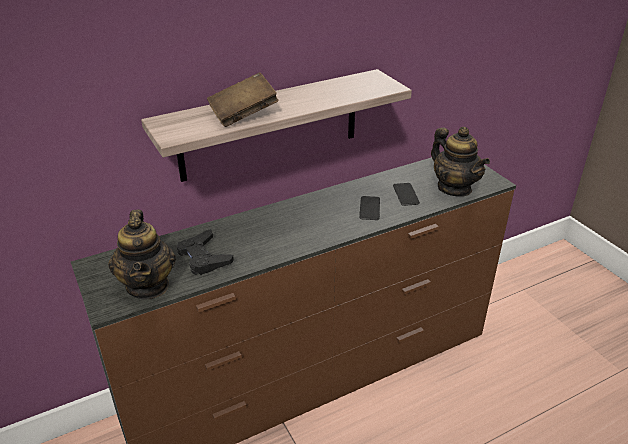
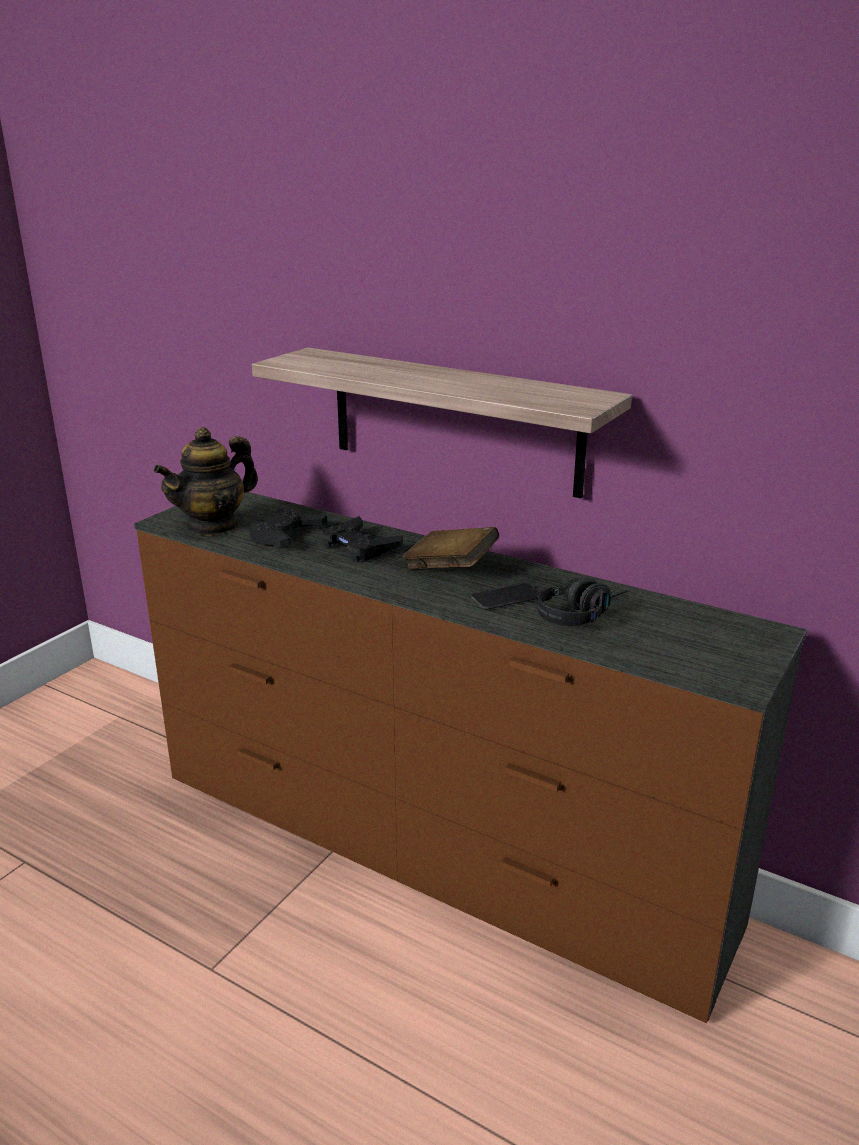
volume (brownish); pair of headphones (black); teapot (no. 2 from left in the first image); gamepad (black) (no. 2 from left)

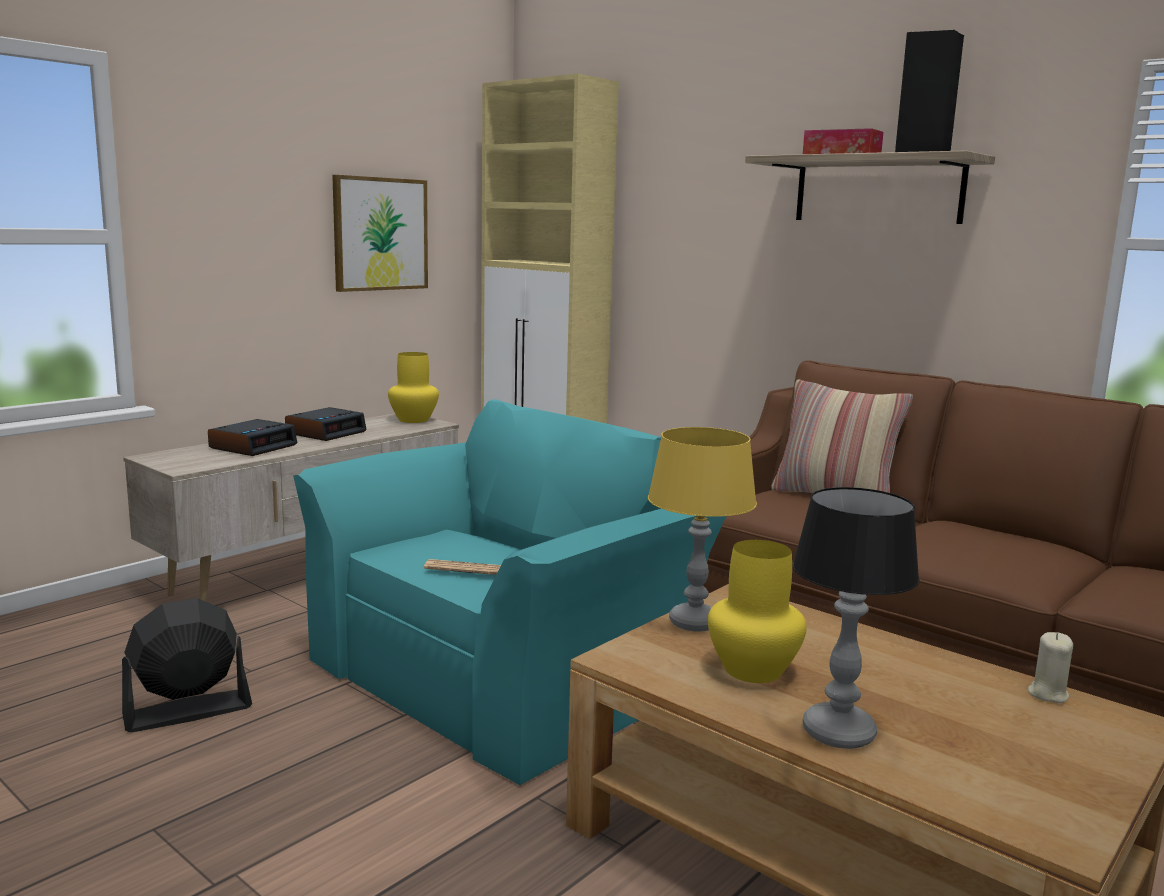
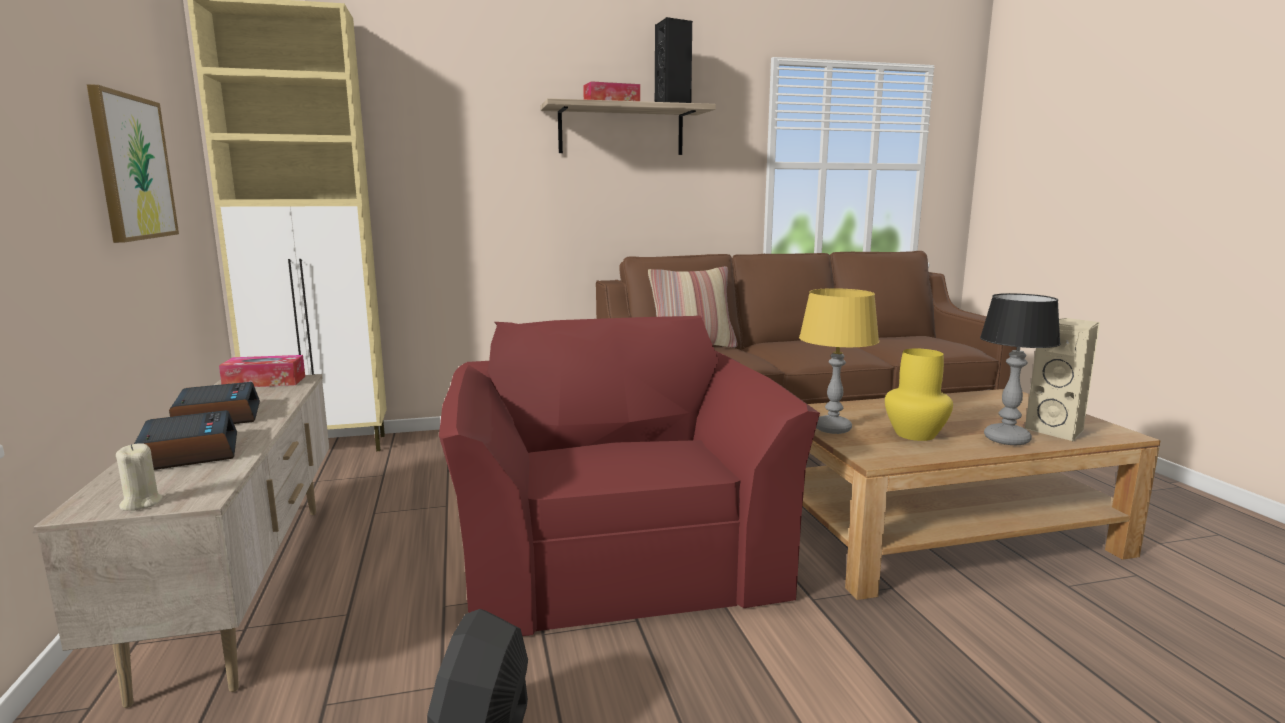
armchair (red-coloured); tissue box (no. 1 from left); printed paper; wax candle (beige); speaker (beige)

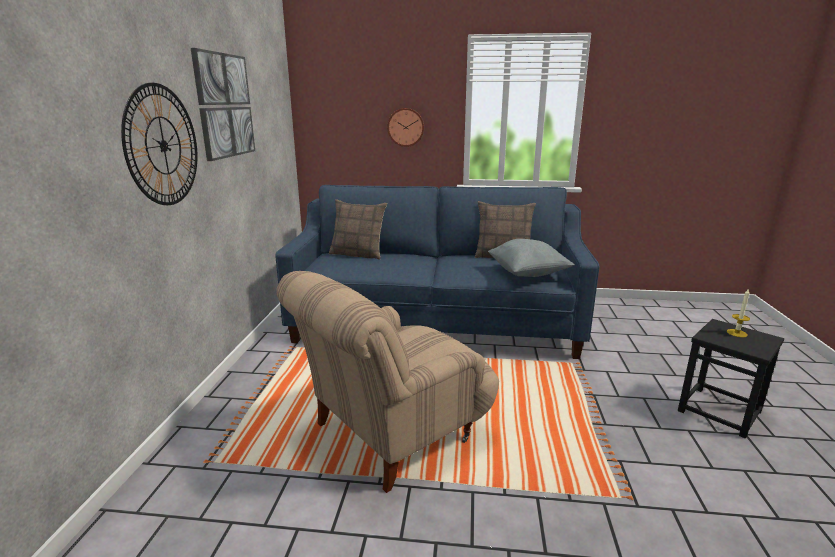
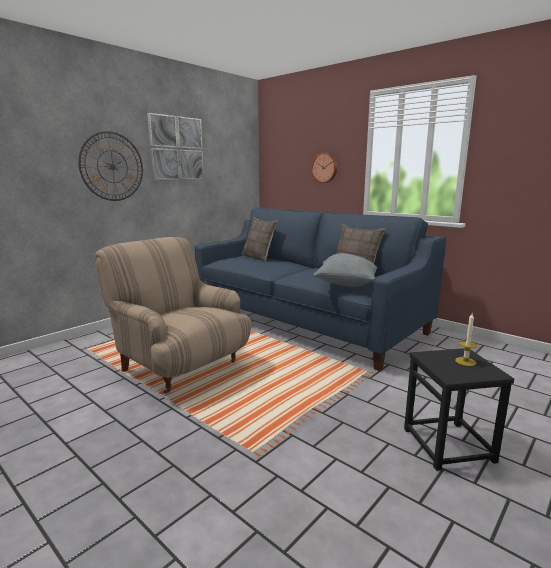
armchair (beige)

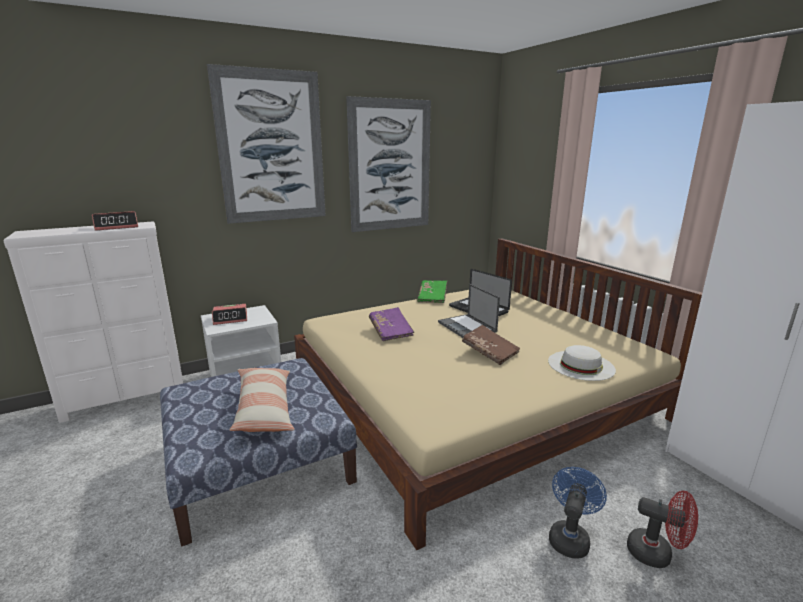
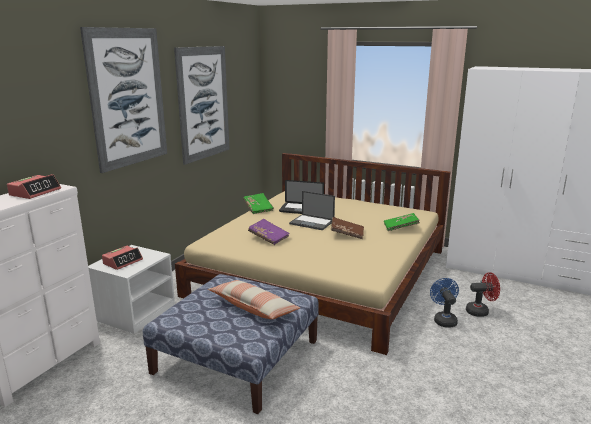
volume (green) (no. 2 from left)

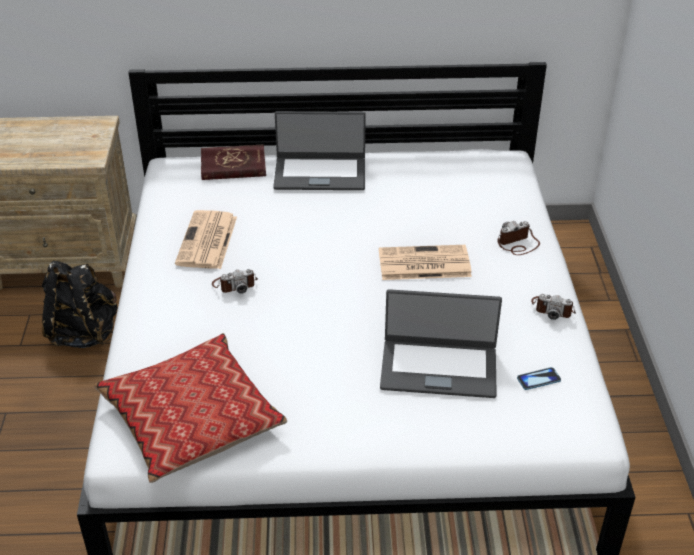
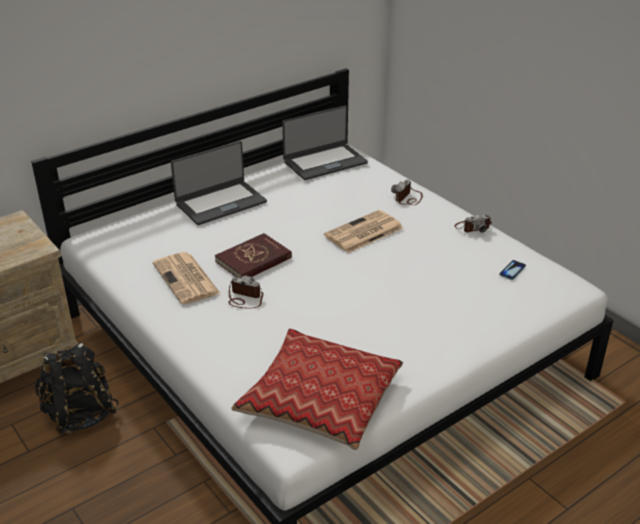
volume (red-coloured); still camera (no. 1 from left); notebook computer (no. 2 from left)

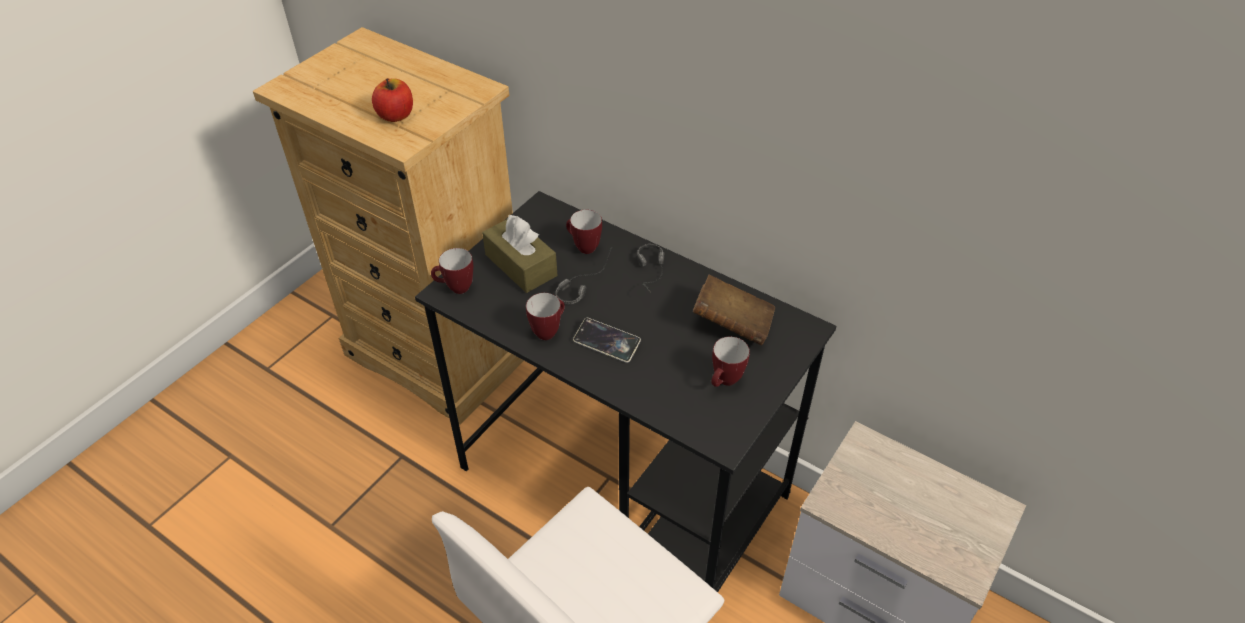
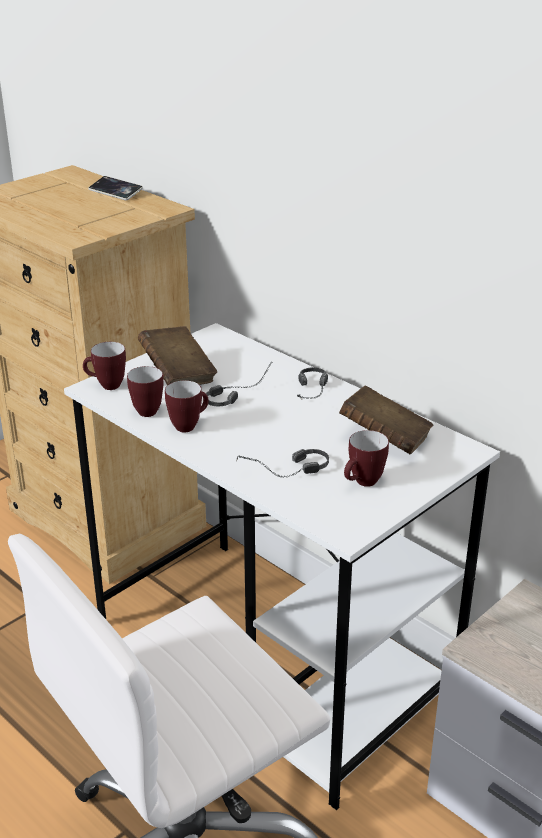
apple; desk unit (whitish); volume (brownish) (no. 1 from left); mug (no. 2 from left); telephone; pair of headphones (no. 2 from left)

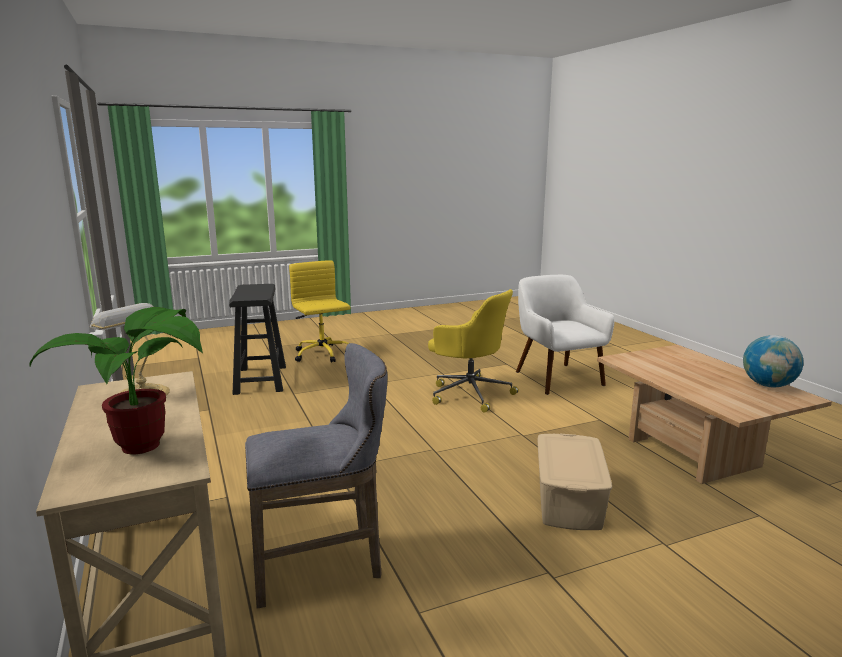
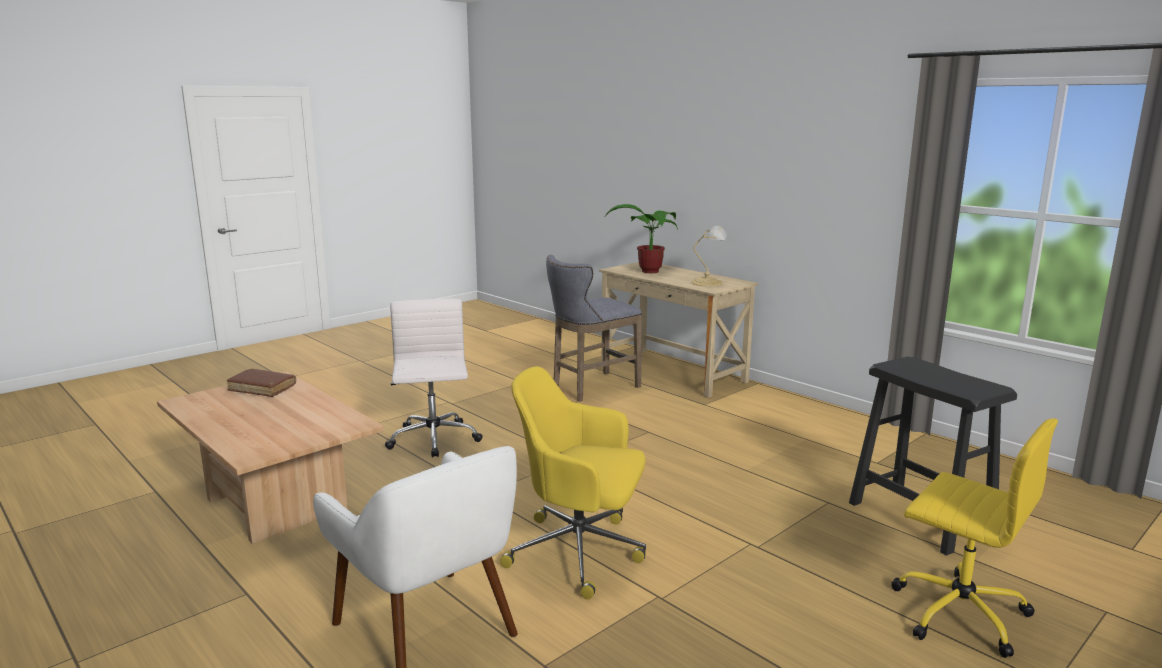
office chair (whitish); desk globe; volume (brownish)

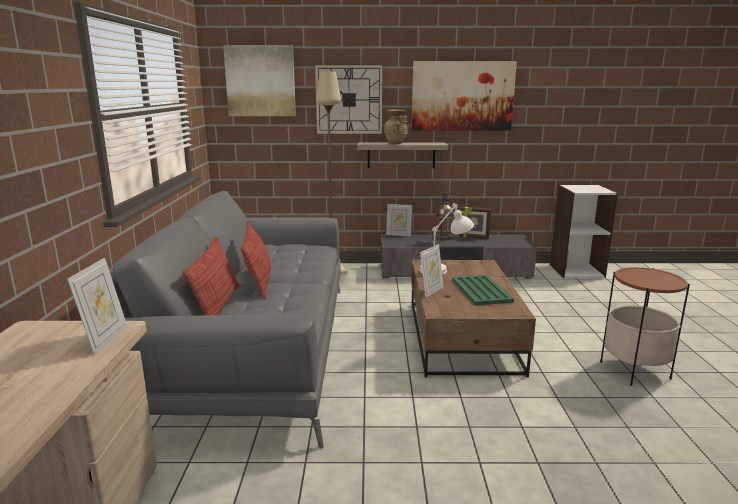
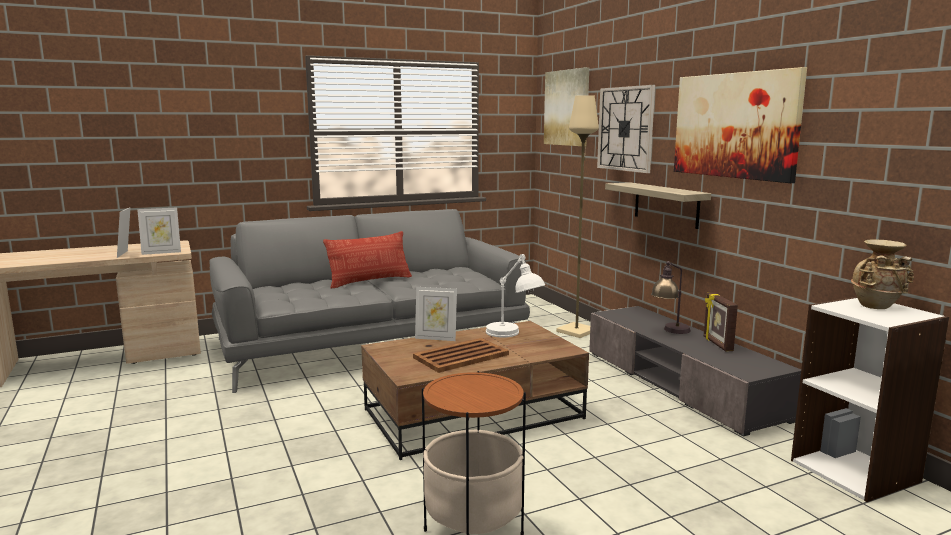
pillow (no. 1 from left in the first image); decorative vase (beige); picture frame (no. 1 from left); serving tray (brownish)

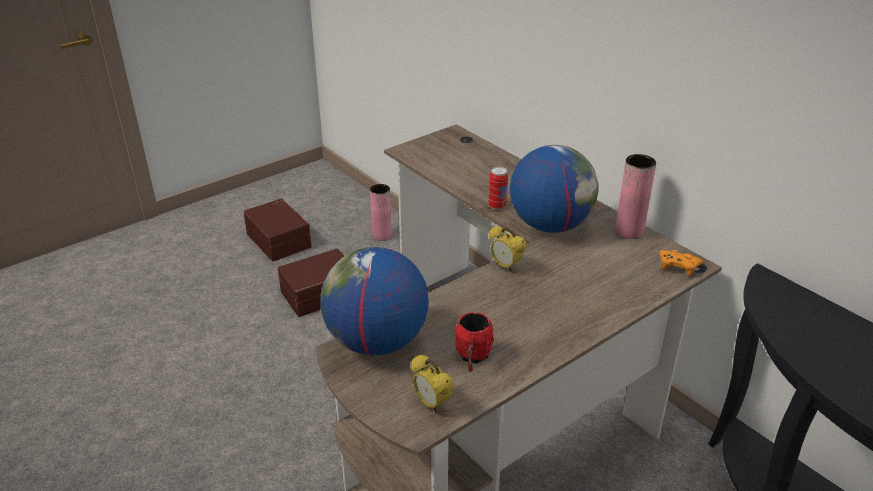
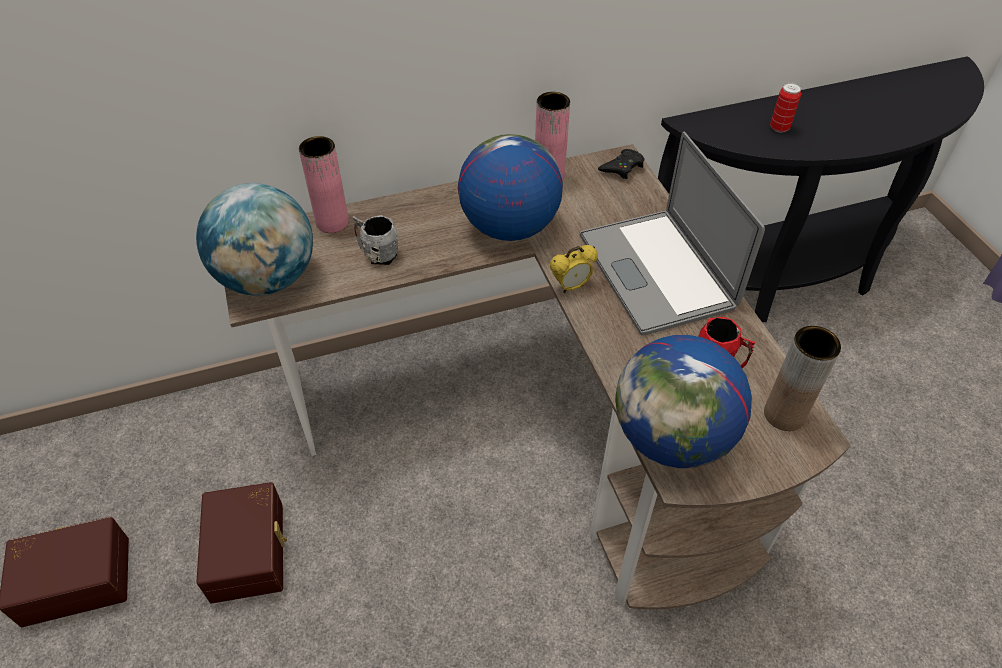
decorative vase (pink) (no. 1 from left); decorative vase (brownish); can; gamepad (black); desk globe (no. 1 from left); mug (grey); notebook computer

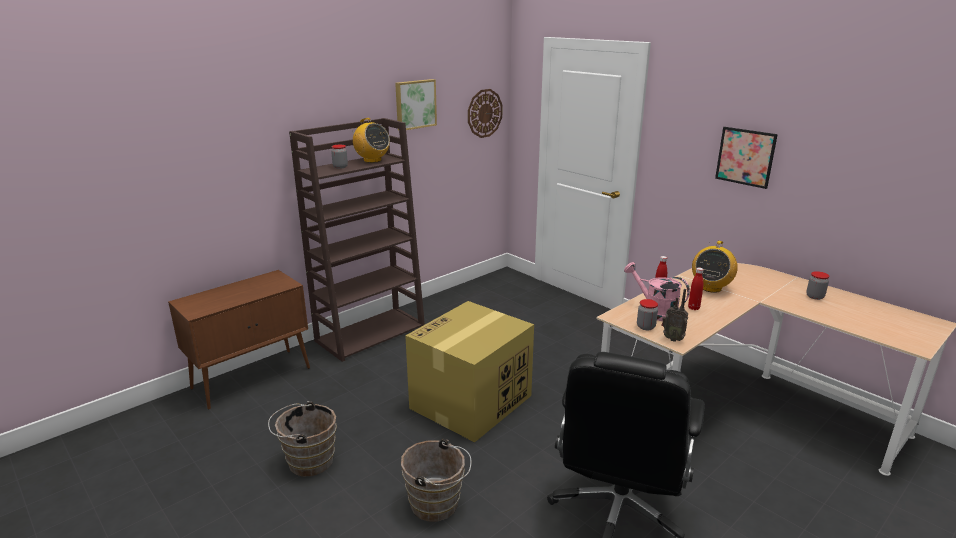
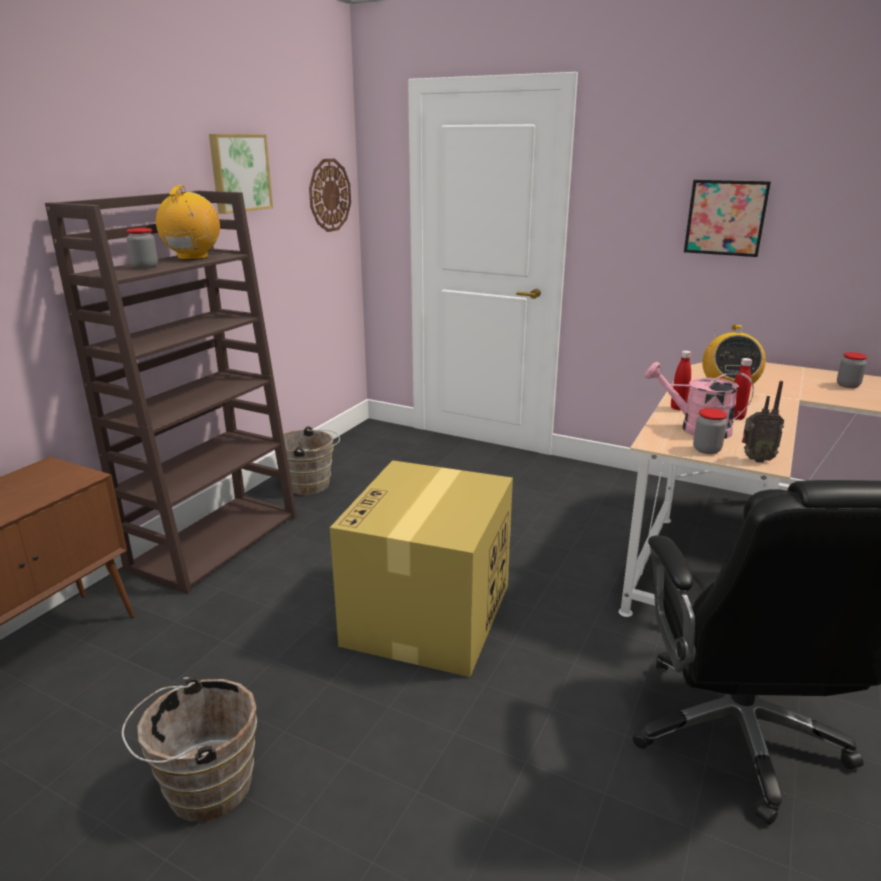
radio receiver (no. 1 from left); bucket (brownish) (no. 2 from left)

